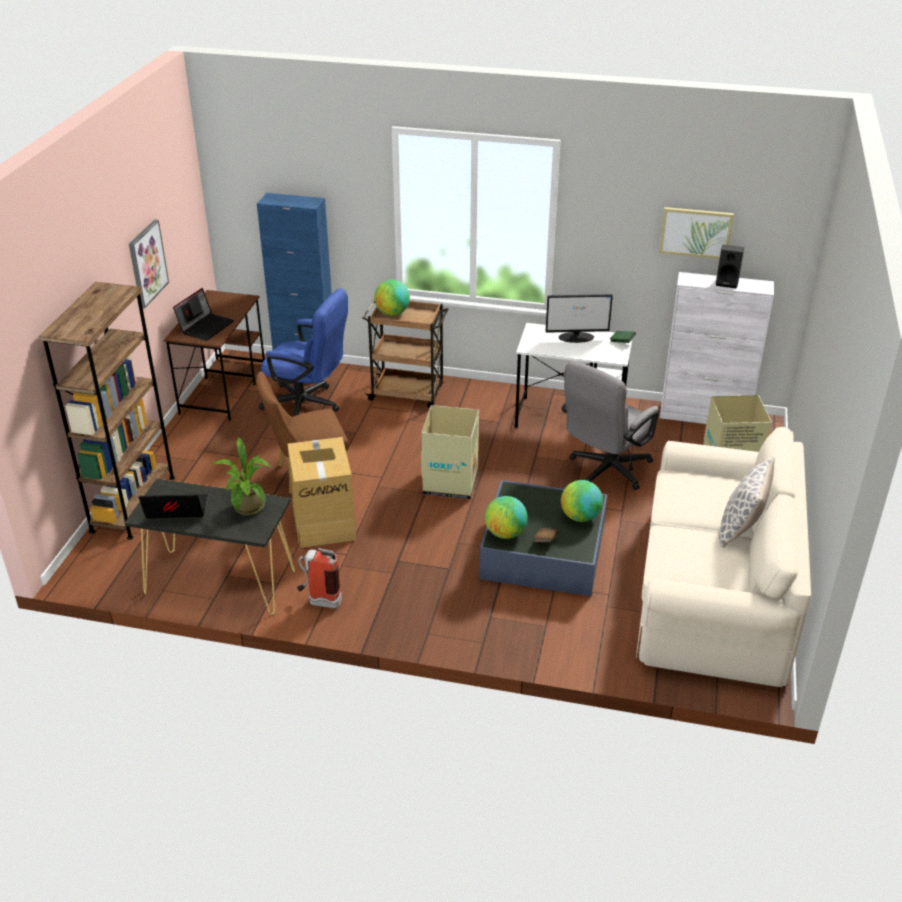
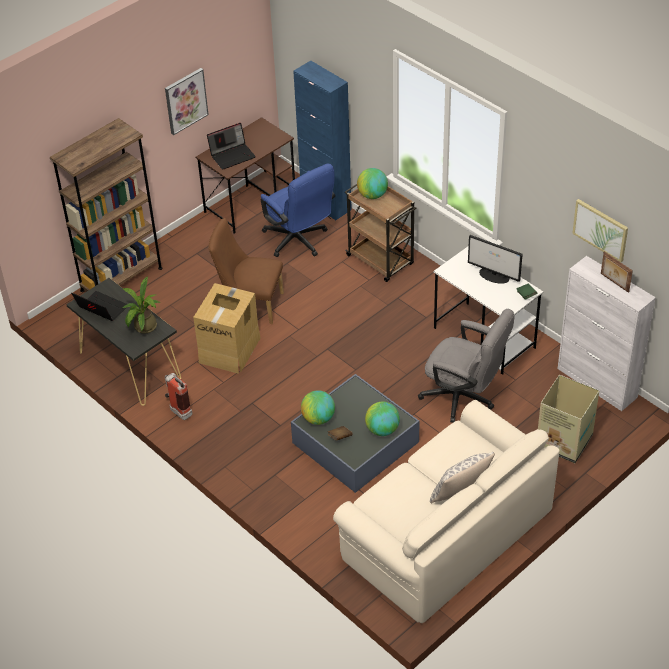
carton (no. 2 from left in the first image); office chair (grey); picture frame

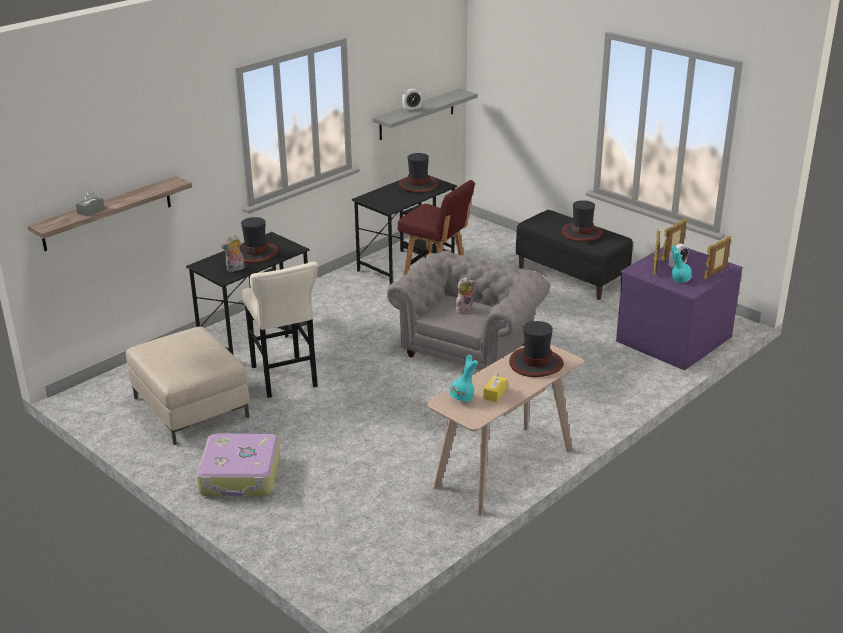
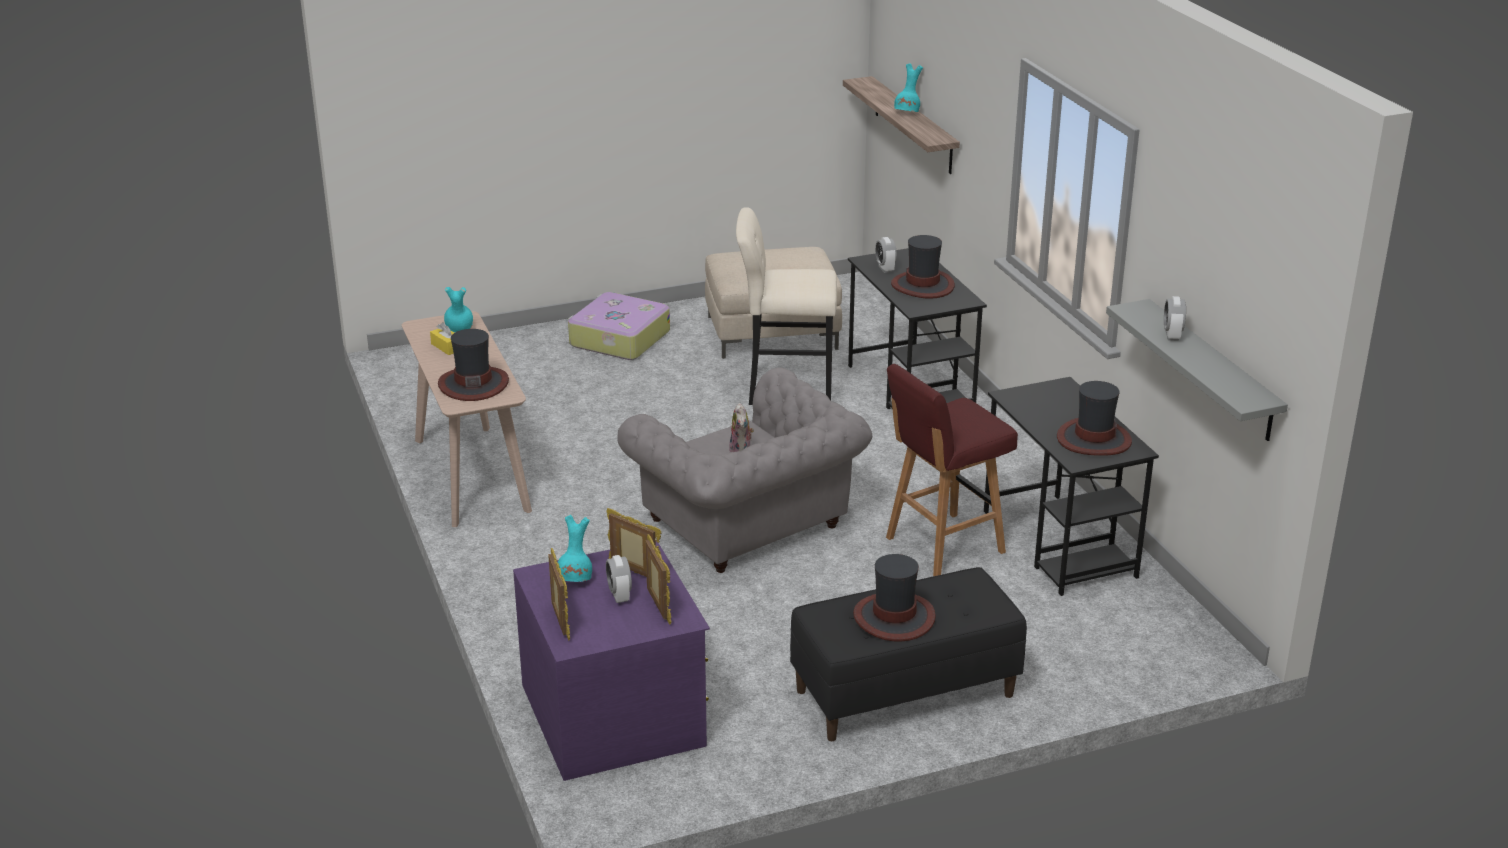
tissue box (grey); table clock (no. 2 from left); decorative vase (turquoise) (no. 3 from left)

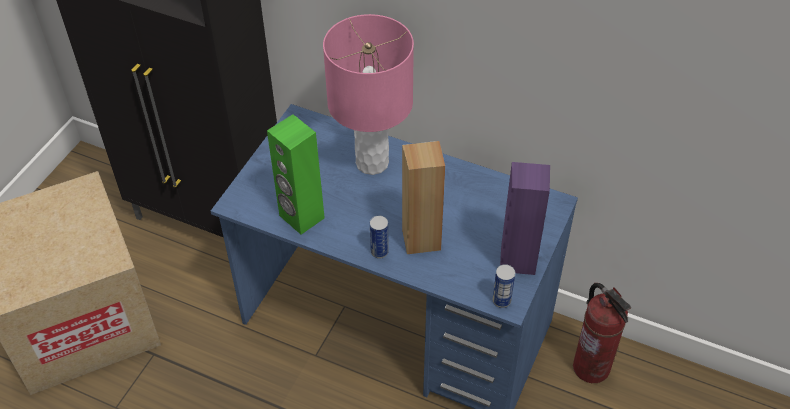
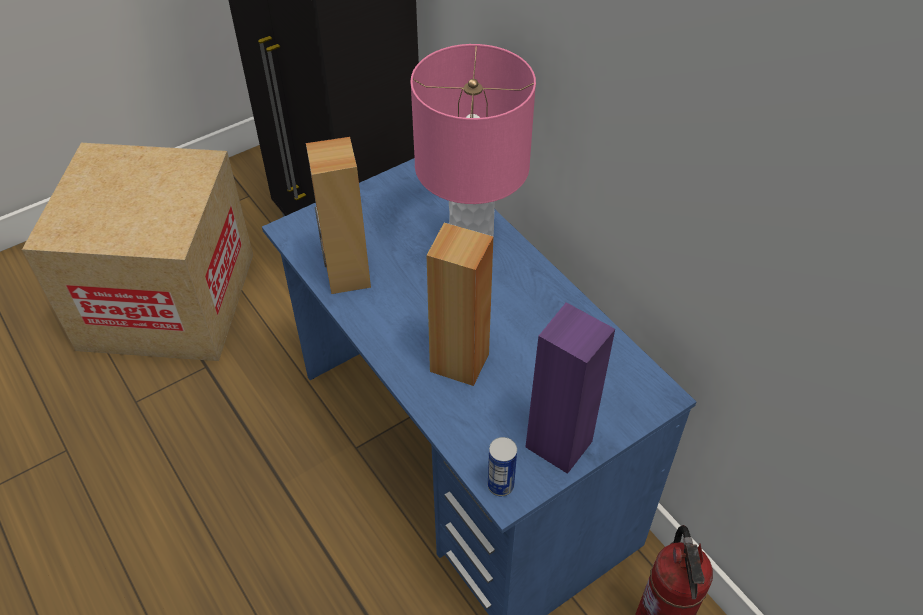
speaker (brownish) (no. 1 from left); can (no. 1 from left in the first image)

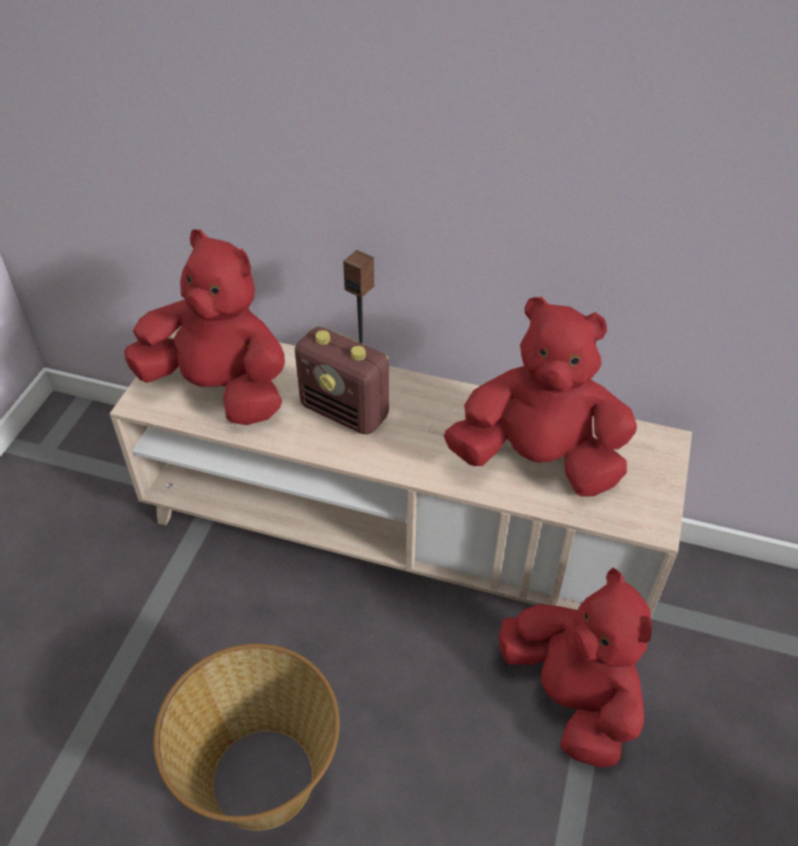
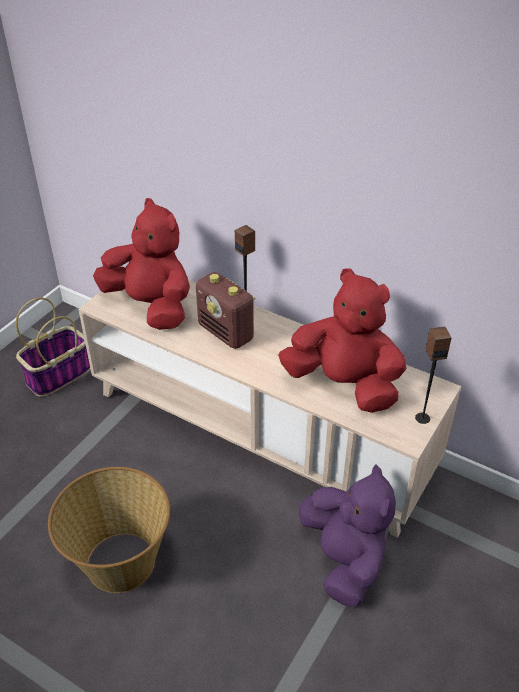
plush toy (purple); basket (no. 1 from left); speaker (no. 2 from left)

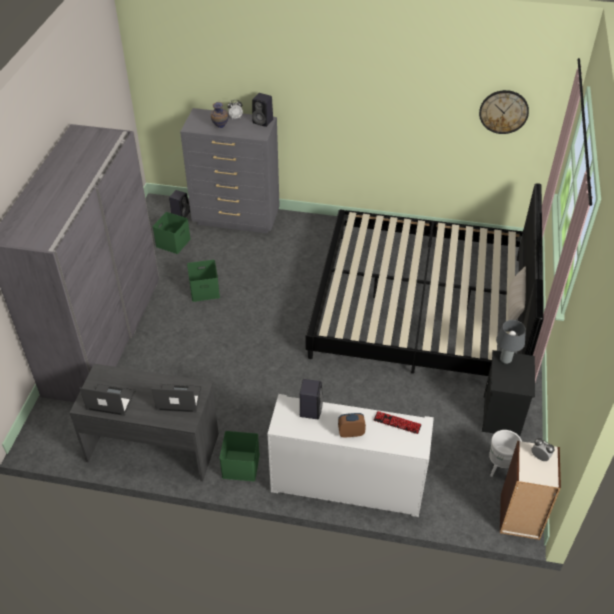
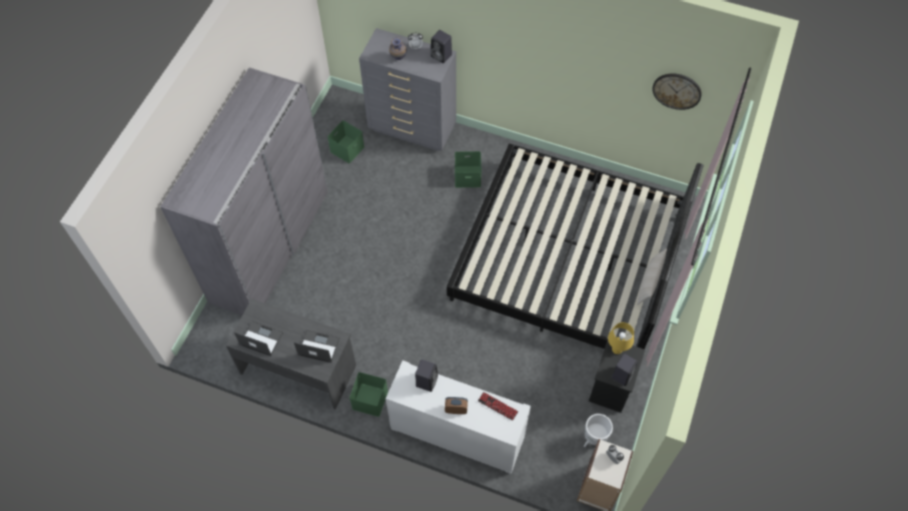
speaker (black) (no. 3 from left); storage bin (green) (no. 3 from left); table lamp (yellowish)

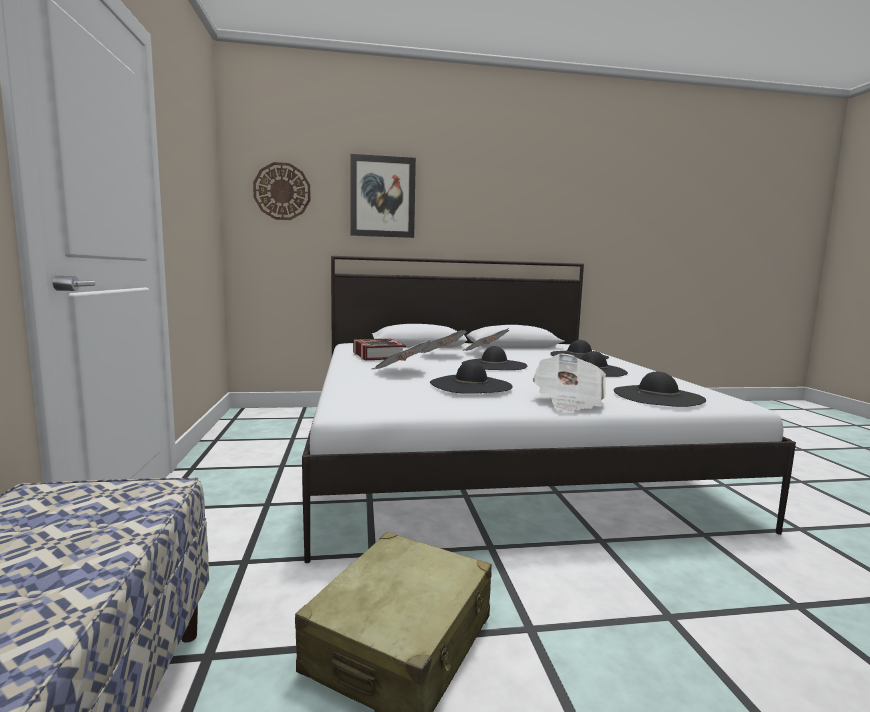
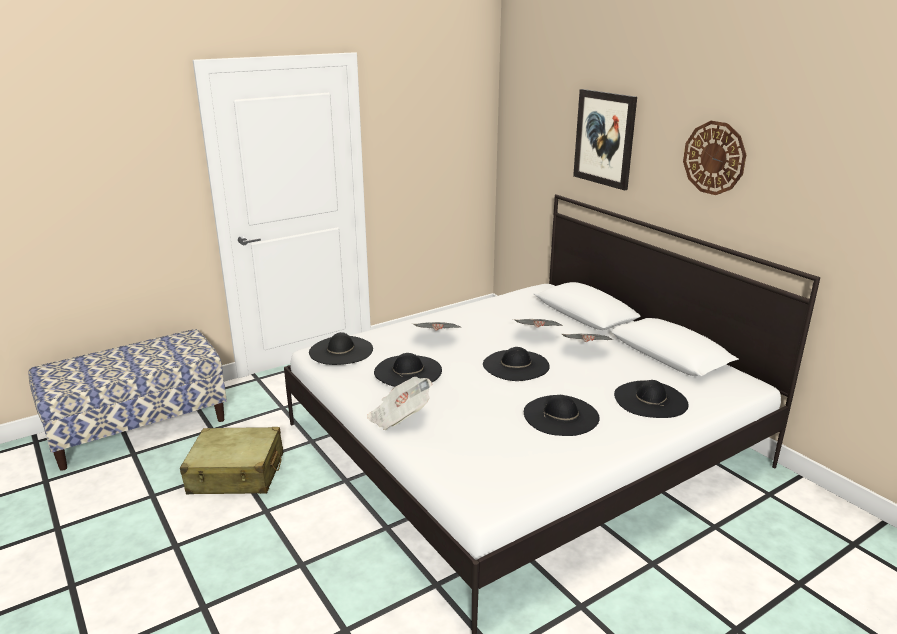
wall clock; volume; hat (black) (no. 1 from left)

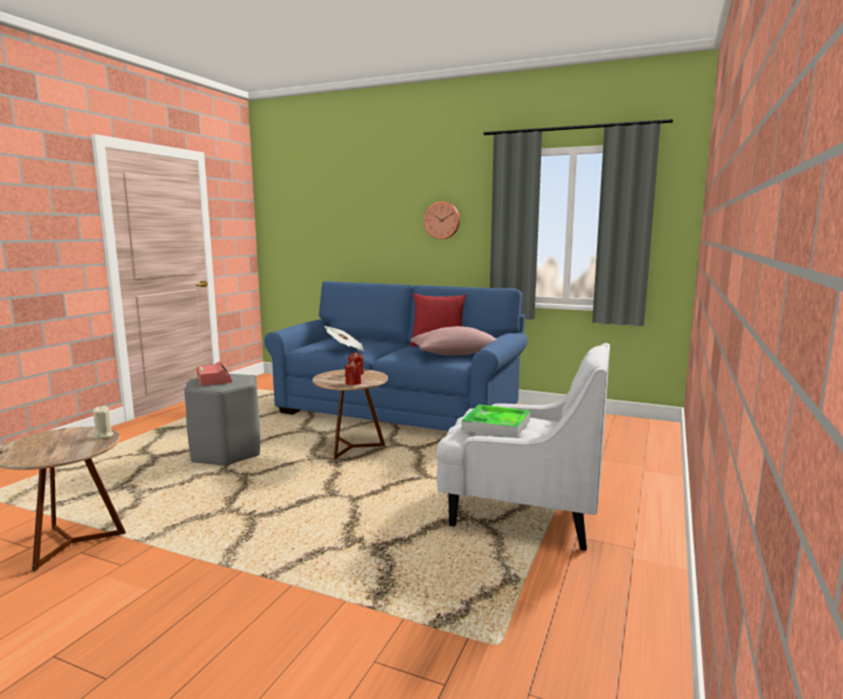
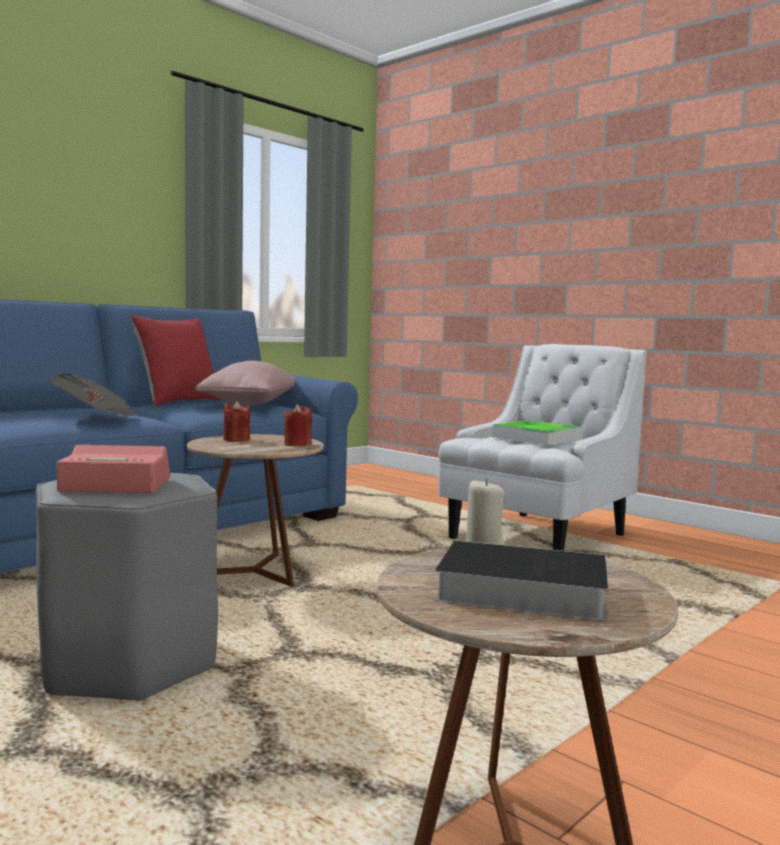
wall clock; volume

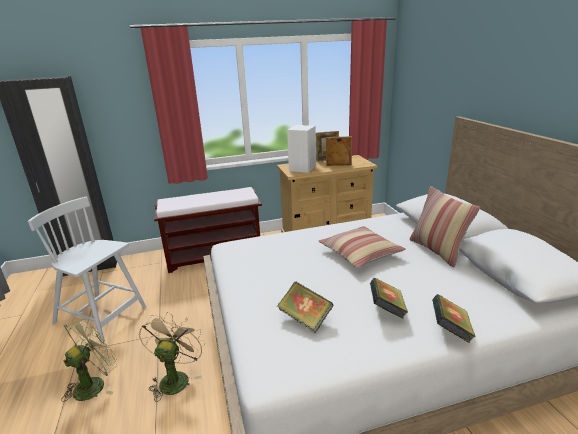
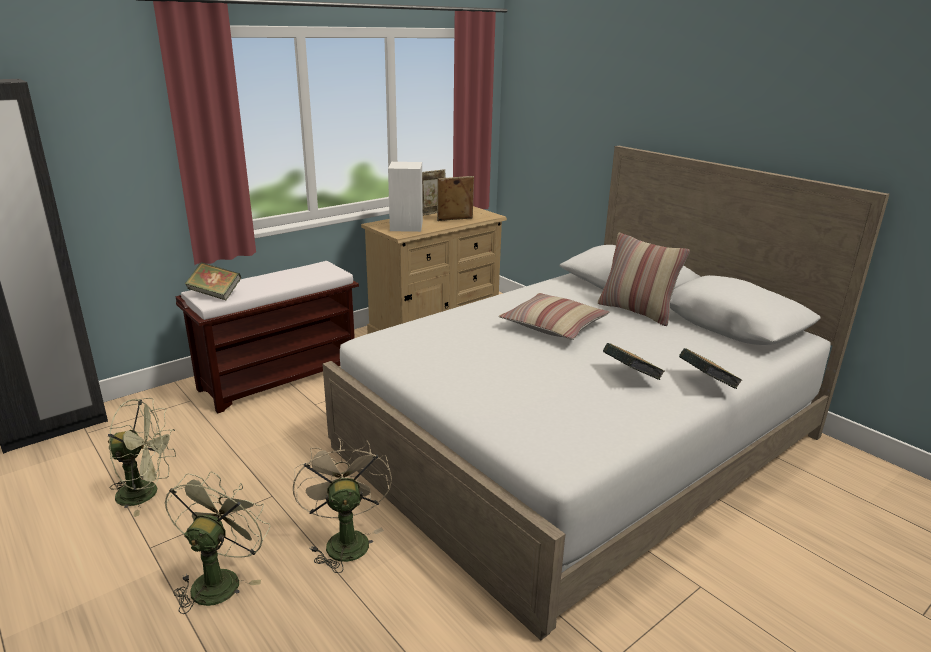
fan (green) (no. 1 from left); volume (no. 1 from left)

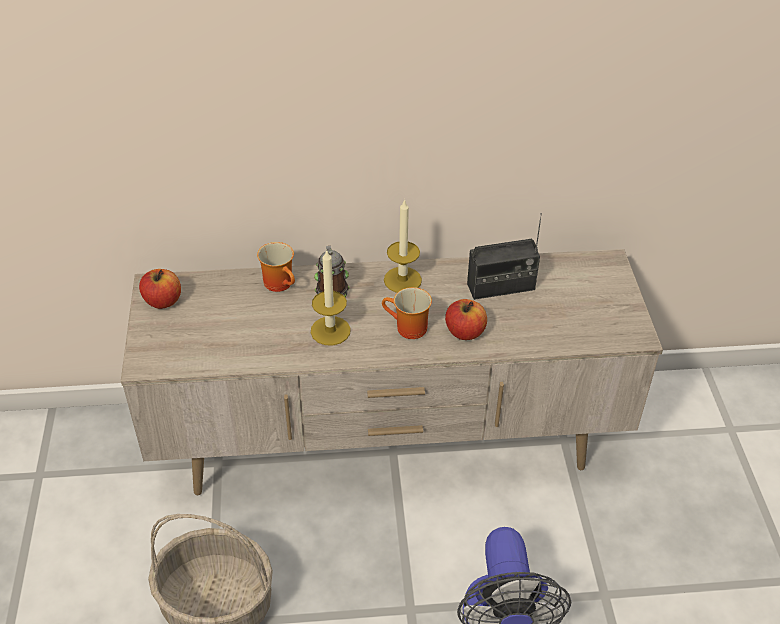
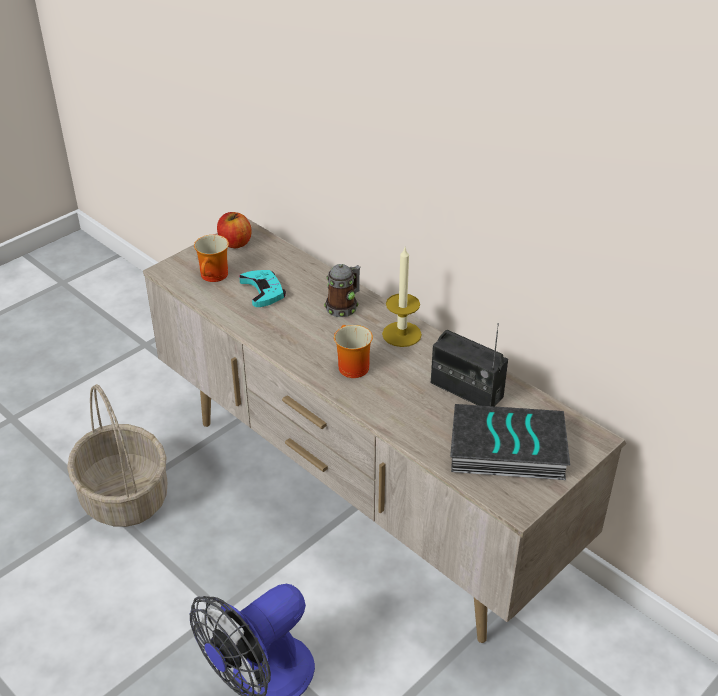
mug (no. 1 from left); wax candle (no. 1 from left in the first image); apple (no. 2 from left in the first image); gamepad (turquoise); volume

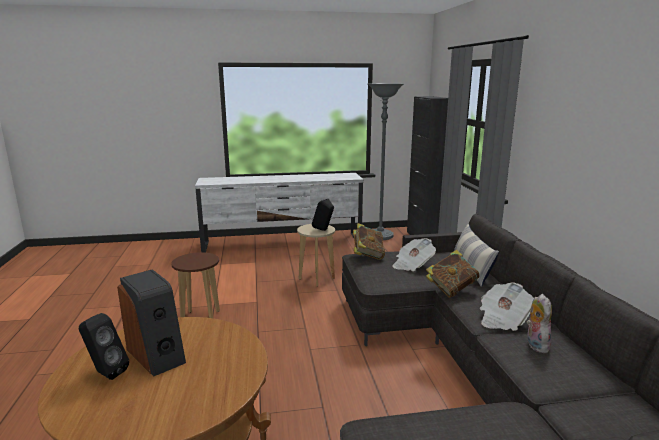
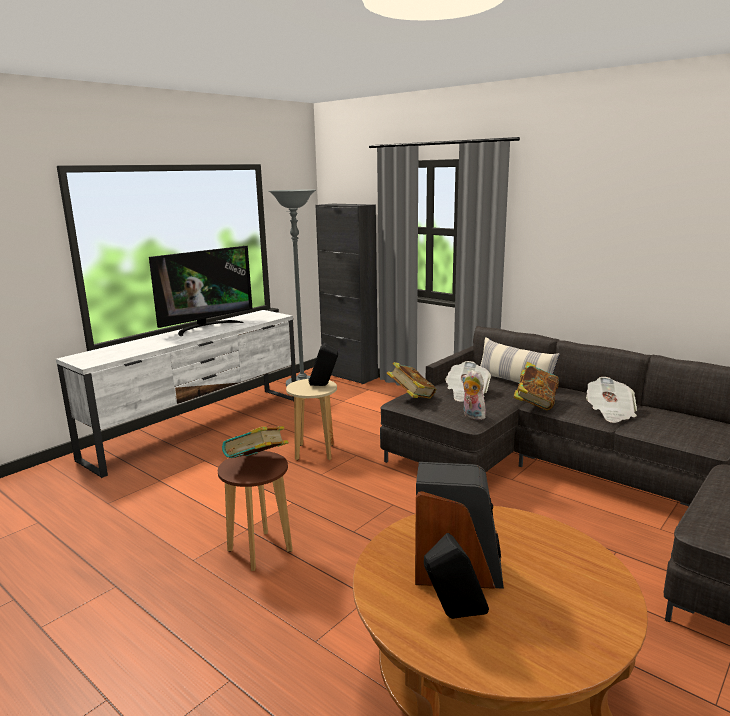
plush toy; television; volume (no. 1 from left)

